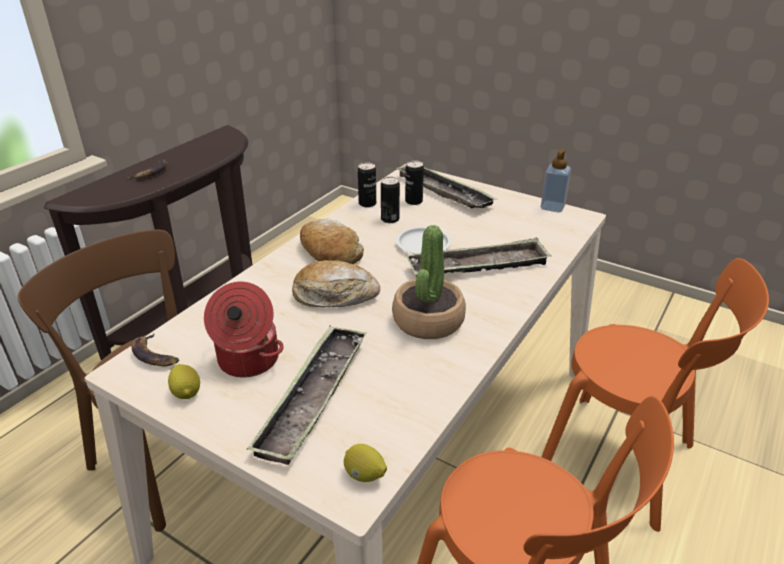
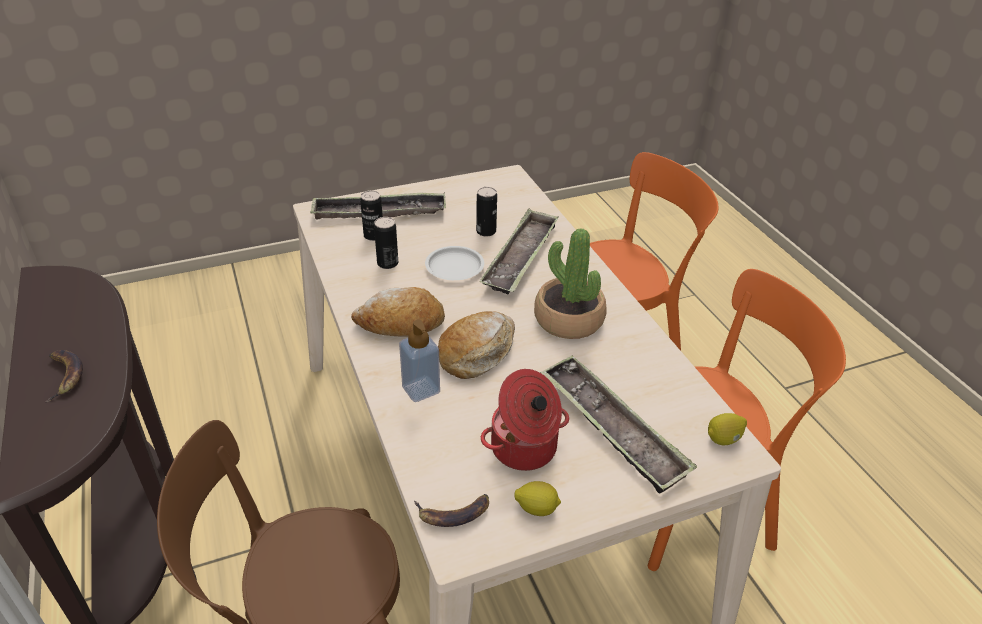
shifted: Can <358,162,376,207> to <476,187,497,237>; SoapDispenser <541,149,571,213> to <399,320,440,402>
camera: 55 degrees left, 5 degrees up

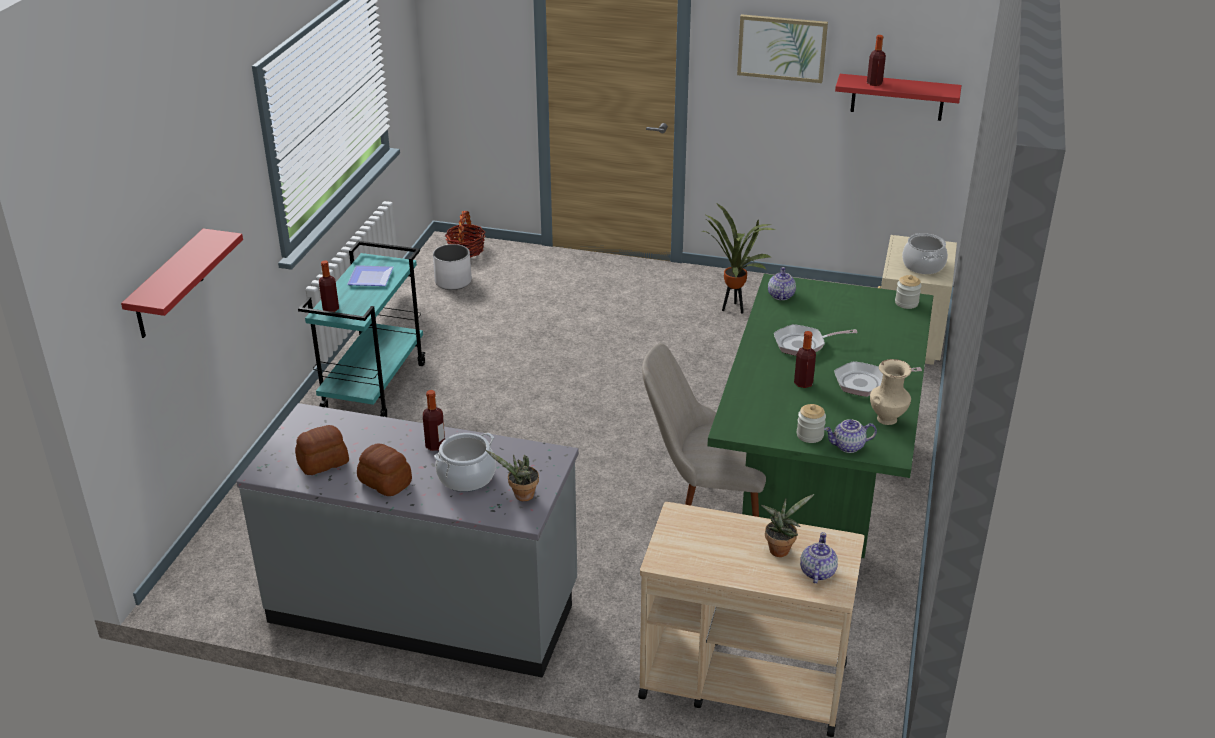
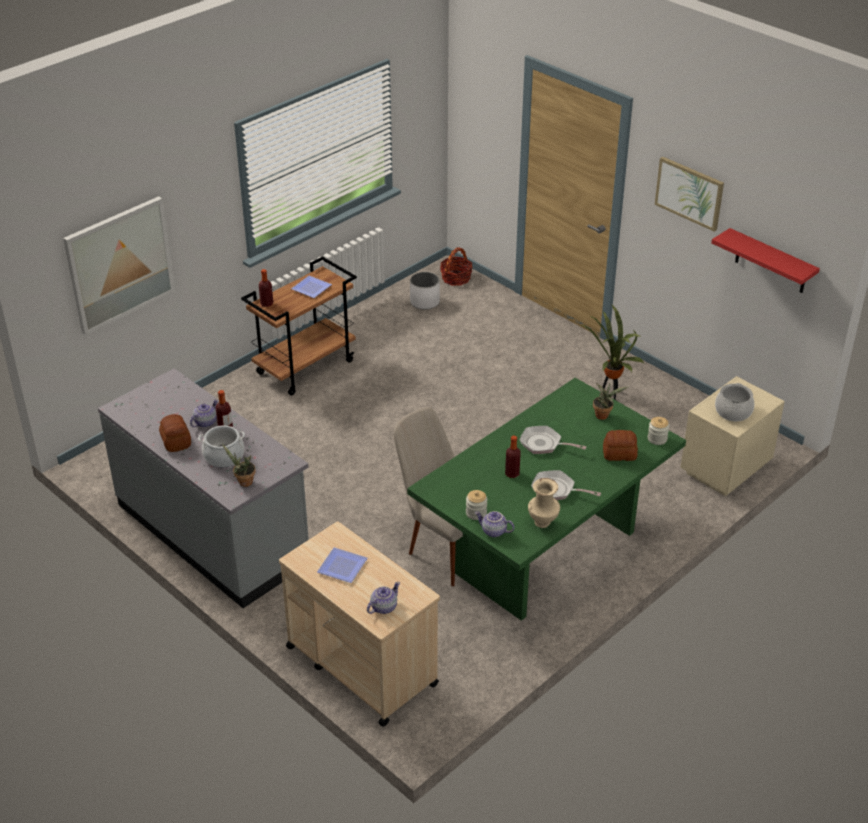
gone: Bottle <867,35,886,86>
new: Plate <317,547,368,583>
shifted: Bread <295,425,349,475> to <603,430,638,461>; PottedPlant <761,494,814,557> to <593,383,628,420>; Teapot <768,267,796,300> to <190,399,218,427>
swapped: RedShelf <121,228,243,338> to Picture <63,196,175,335>
repainted: TurquoiseCart <298,241,426,417> to BrownCart <241,257,357,396>
camera: 30 degrees right, 5 degrees up

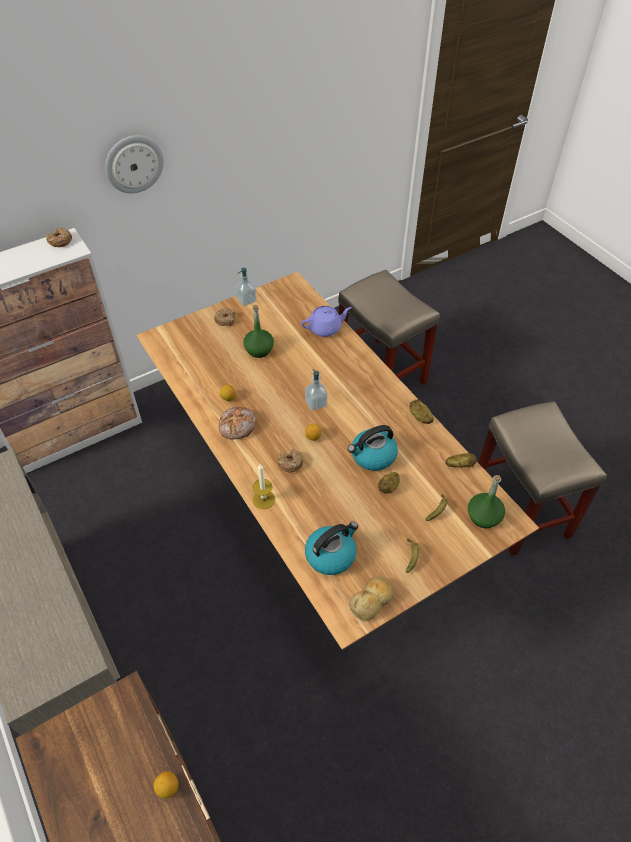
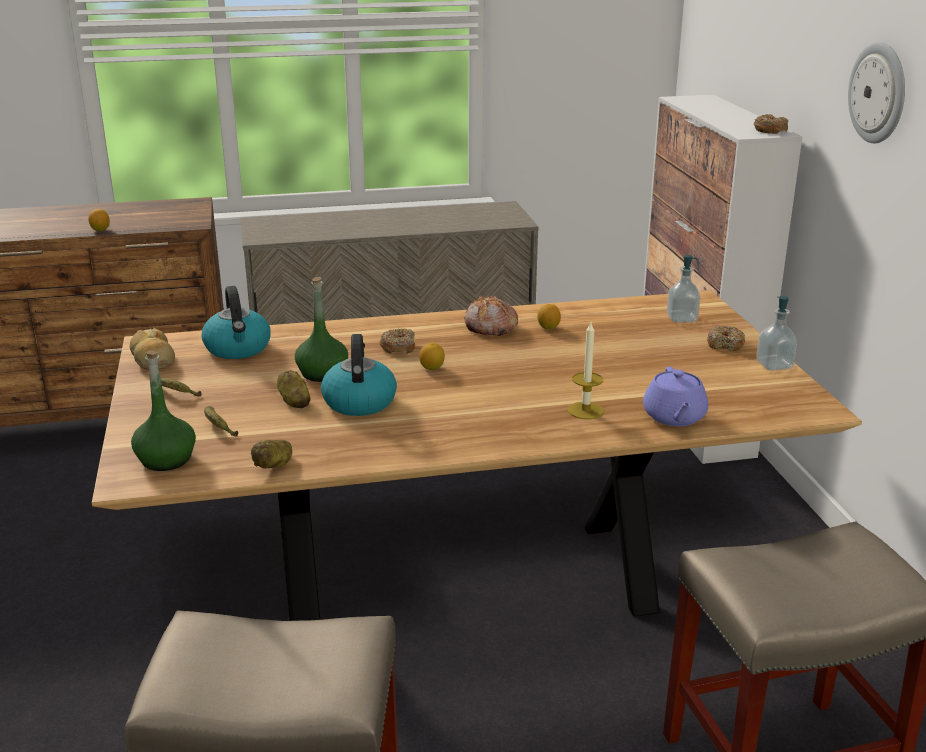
gone: Potato <410,399,434,424>
shifted: GreenBottle <243,305,274,358> to <295,277,348,382>; Candle <252,464,275,509> to <568,322,604,419>; SoapDispenser <305,369,327,411> to <667,255,700,323>
camera: 110 degrees right, 25 degrees down

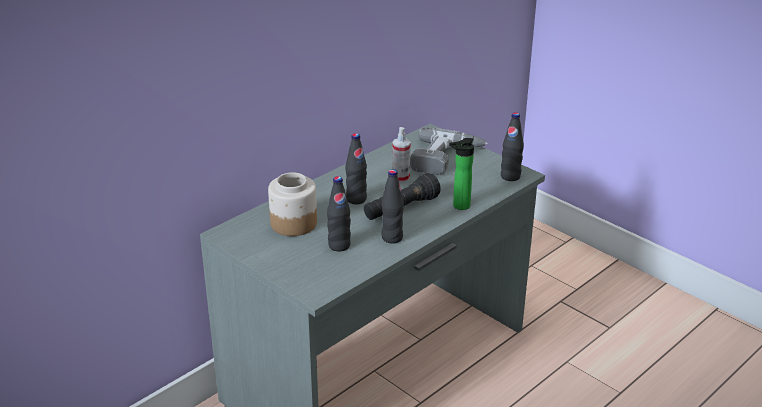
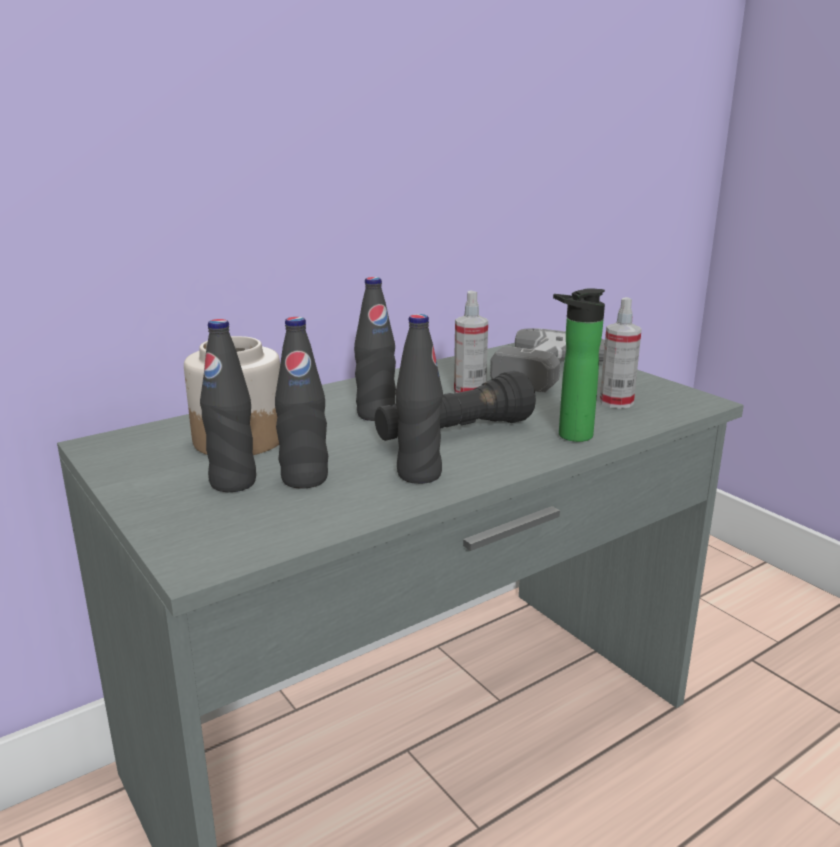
new: SprayBottle <600,297,642,409>
shifted: BlackBottle <501,112,524,181> to <200,319,256,492>
camera: 10 degrees right, 10 degrees down

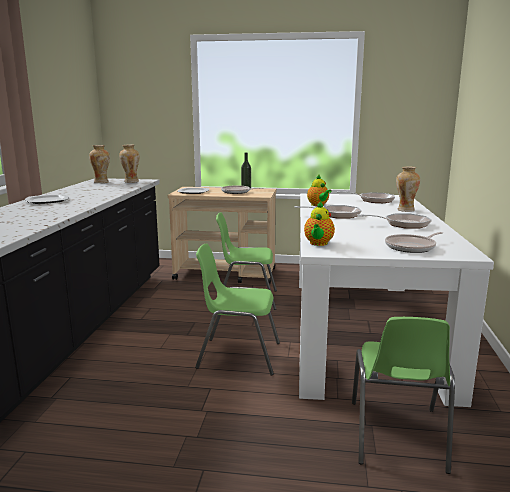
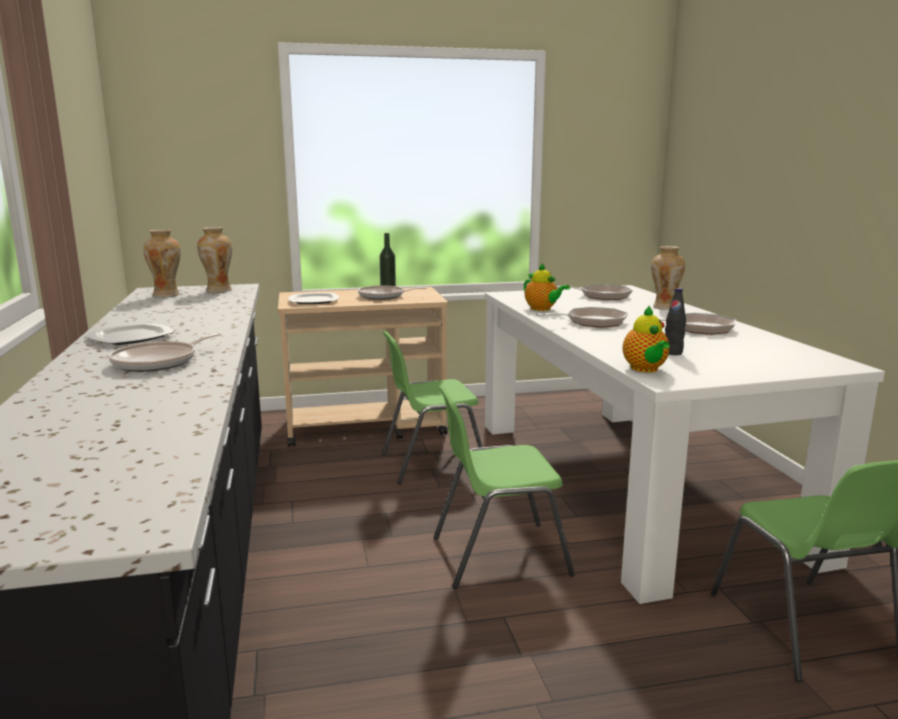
new: BlackBottle <665,288,686,355>
shifted: FryingPan <385,232,443,253> to <109,333,222,372>
camera: 20 degrees left, 0 degrees up

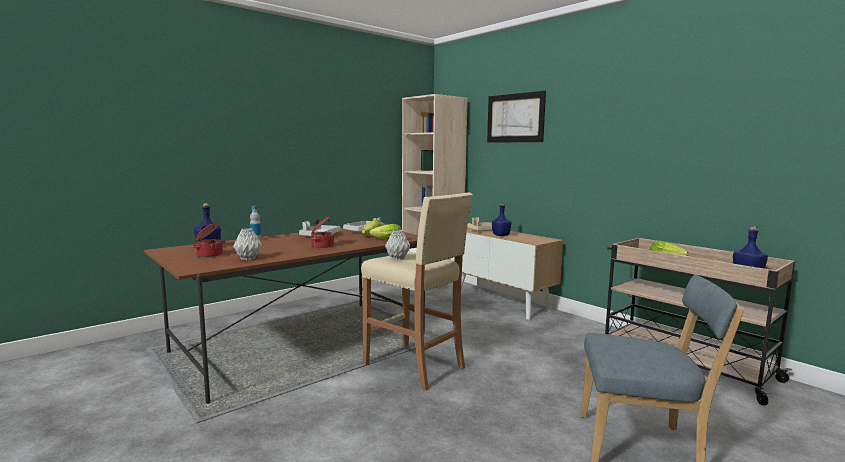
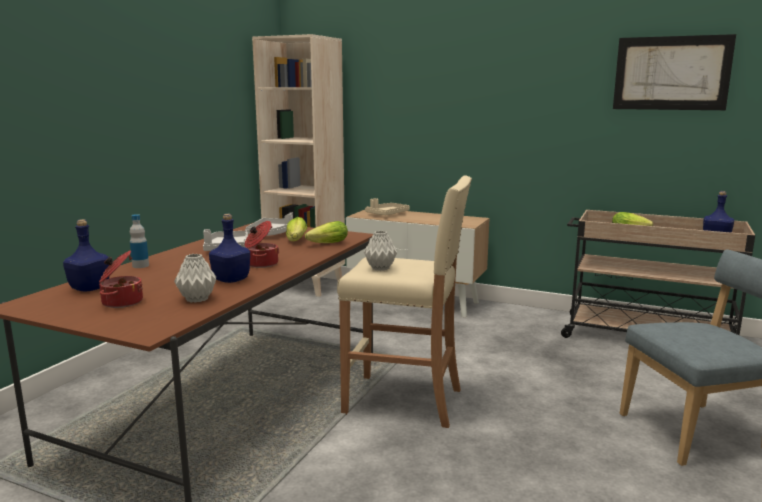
shifted: Picture <487,91,546,143> to <613,34,736,110>; BlueBottle <492,203,512,236> to <209,214,250,283>
camera: 25 degrees left, 5 degrees up

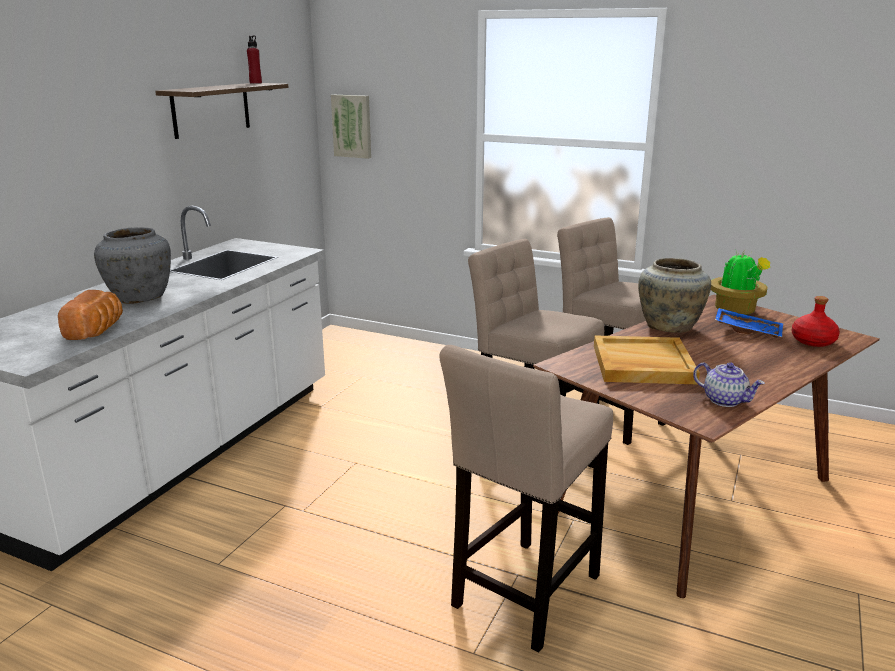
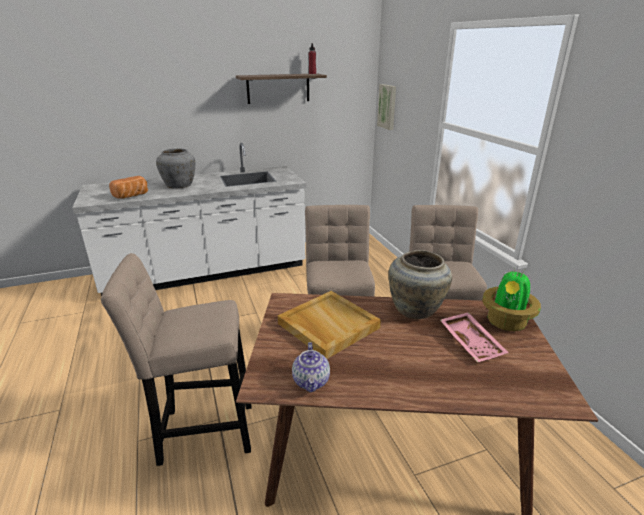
gone: RedBottle <792,296,840,347>
repainted: BlueTray <715,308,783,338> to PinkTray <440,312,509,363>
camera: 45 degrees right, 5 degrees up

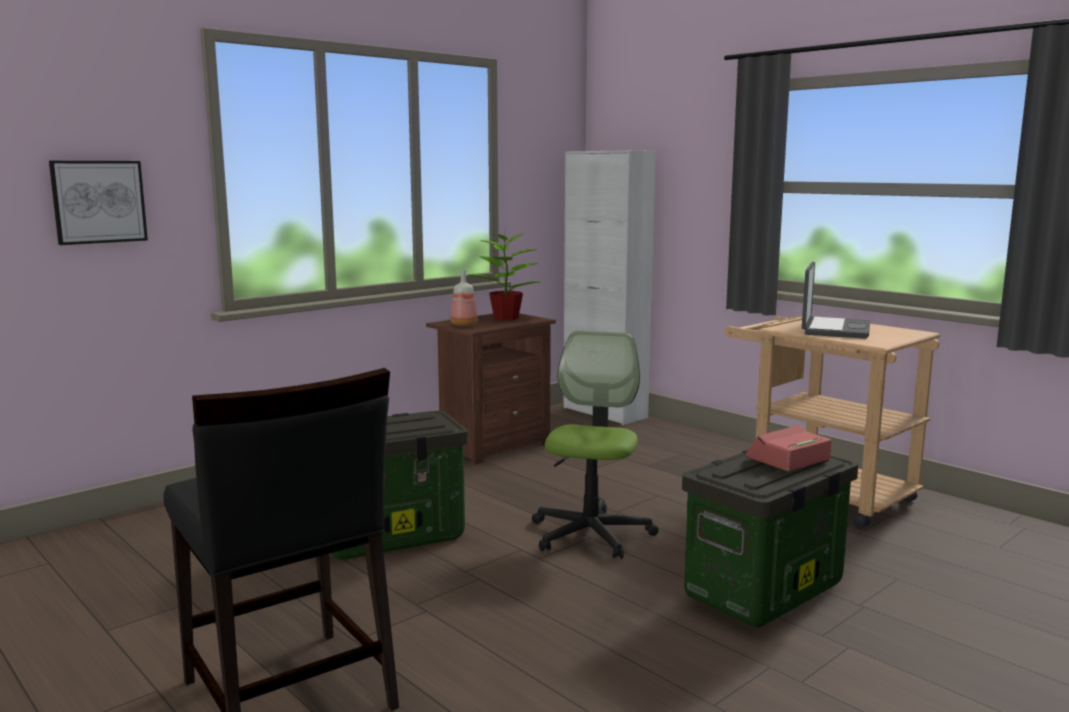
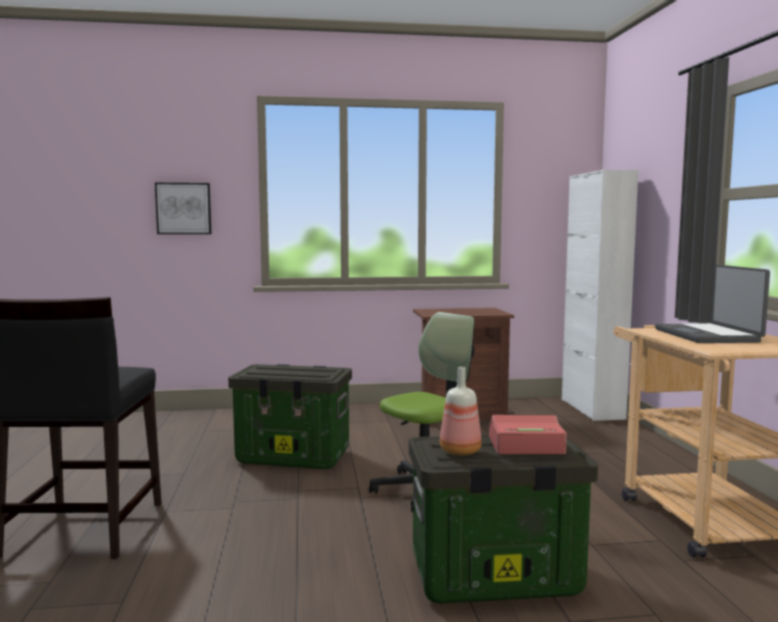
gone: PottedPlant <468,234,540,320>
shifted: Bottle <451,269,478,326> to <440,367,482,455>
rotated: Laptop <802,262,870,339> = <655,265,770,343> 120 degrees clockwise
camera: 35 degrees right, 5 degrees down

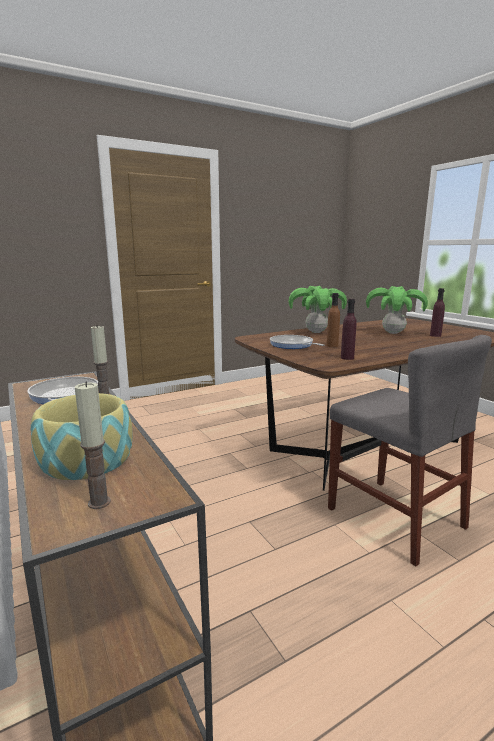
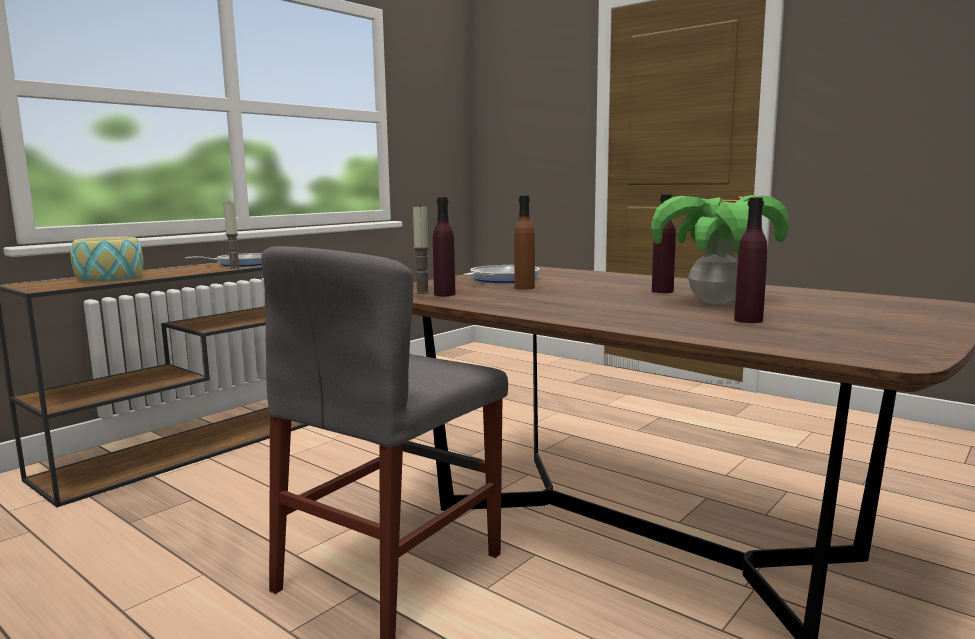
gone: PottedPlant <289,286,347,333>
new: PurpleBottle <652,194,676,293>
shifted: Candle <75,381,111,509> to <413,204,430,294>
camera: 70 degrees right, 5 degrees down

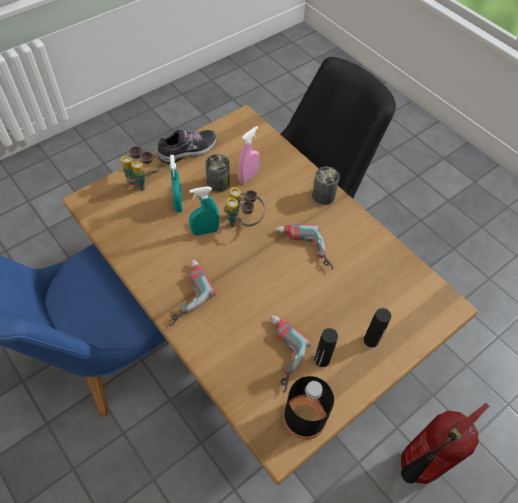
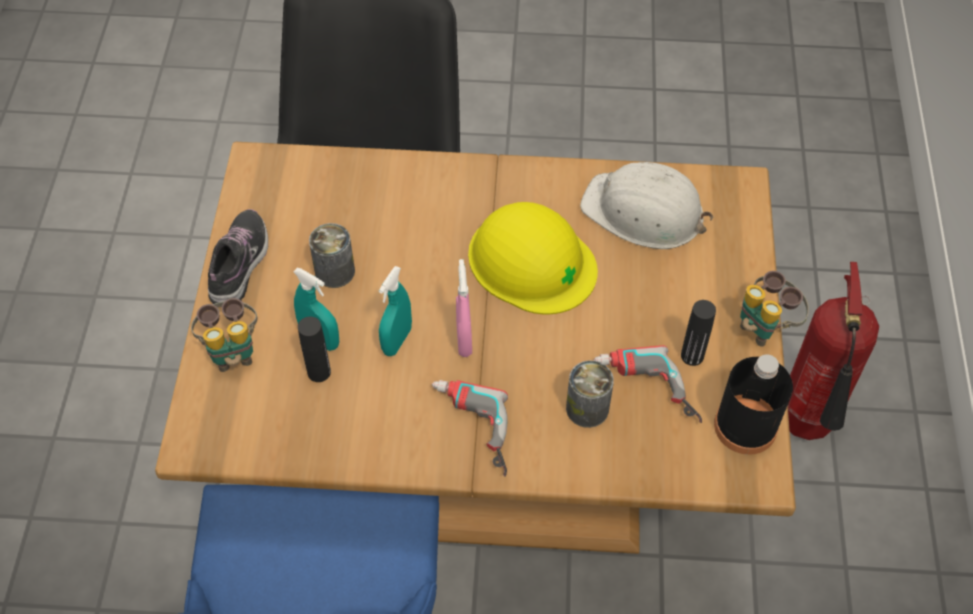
new: WhiteHardHat <580,162,713,249>
shifted: Binoculars <224,187,265,228> to <740,271,809,347>; PinkSprayBottle <238,126,260,183> to <456,259,472,357>; Can <312,167,340,205> to <566,360,614,428>; BlackBottle <364,308,391,347> to <298,317,331,382>
swapped: PowerDrill <275,224,333,270> to YellowHardHat <468,202,598,315>
camera: 45 degrees left, 0 degrees up

